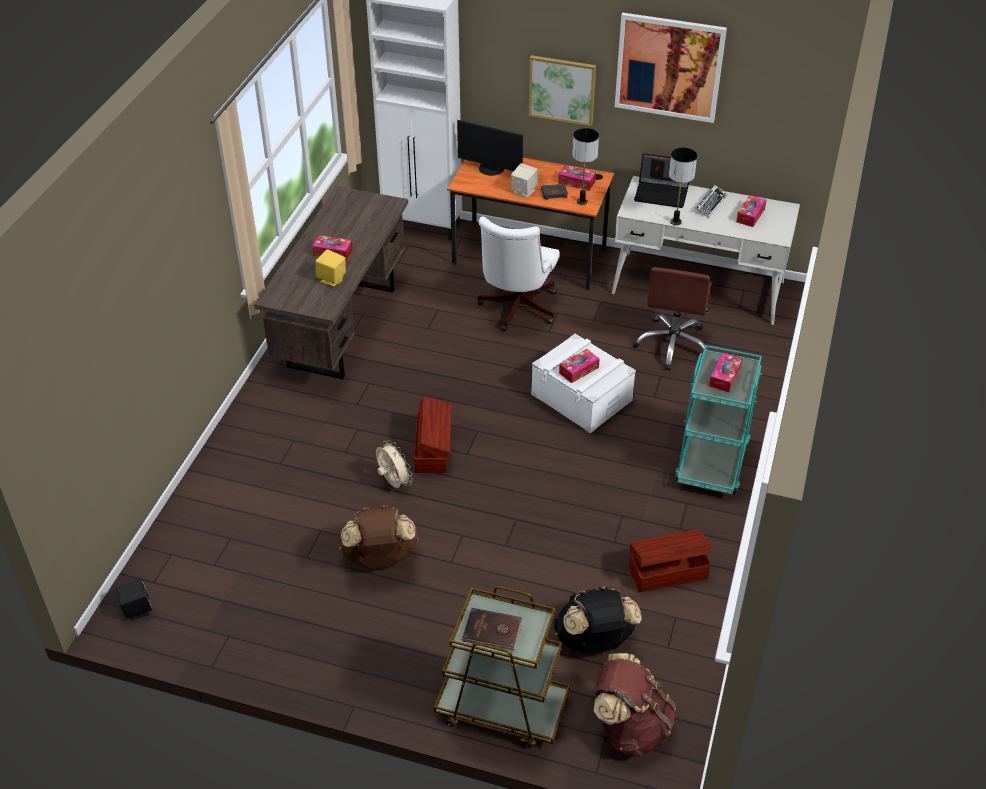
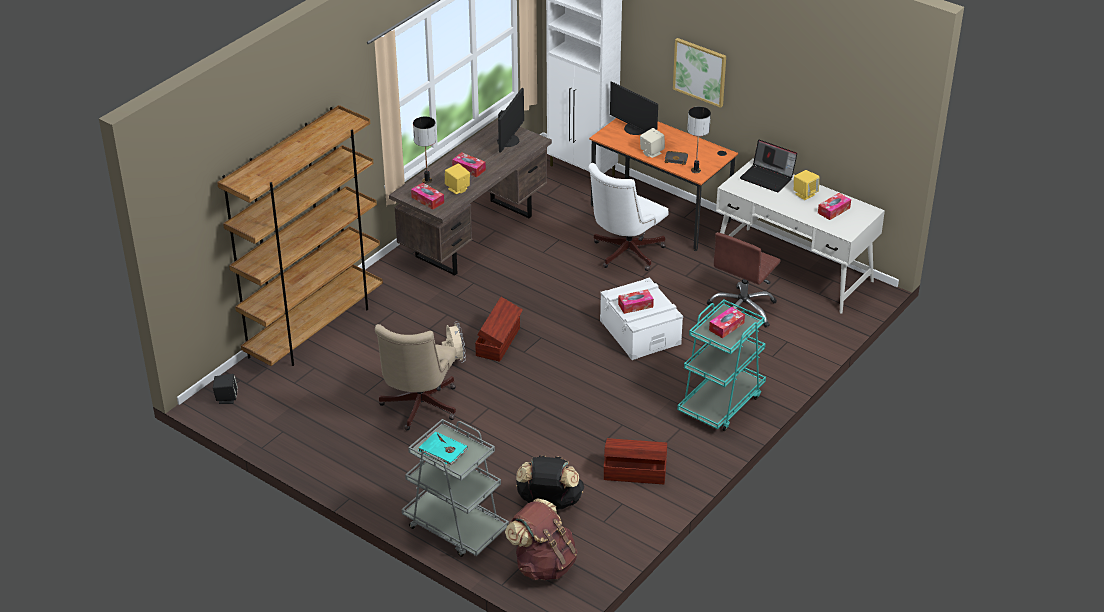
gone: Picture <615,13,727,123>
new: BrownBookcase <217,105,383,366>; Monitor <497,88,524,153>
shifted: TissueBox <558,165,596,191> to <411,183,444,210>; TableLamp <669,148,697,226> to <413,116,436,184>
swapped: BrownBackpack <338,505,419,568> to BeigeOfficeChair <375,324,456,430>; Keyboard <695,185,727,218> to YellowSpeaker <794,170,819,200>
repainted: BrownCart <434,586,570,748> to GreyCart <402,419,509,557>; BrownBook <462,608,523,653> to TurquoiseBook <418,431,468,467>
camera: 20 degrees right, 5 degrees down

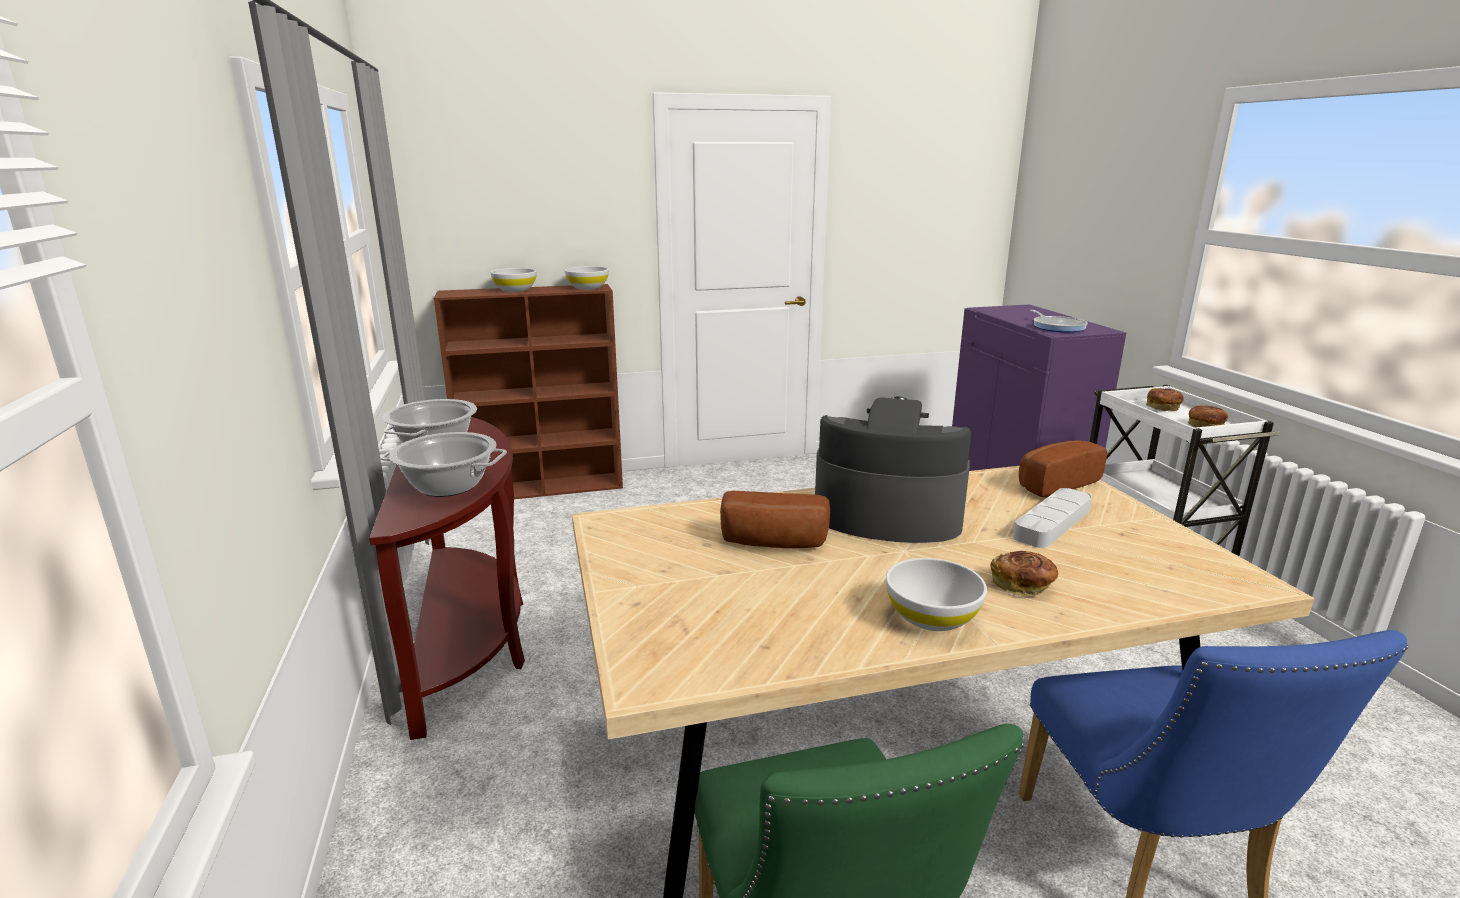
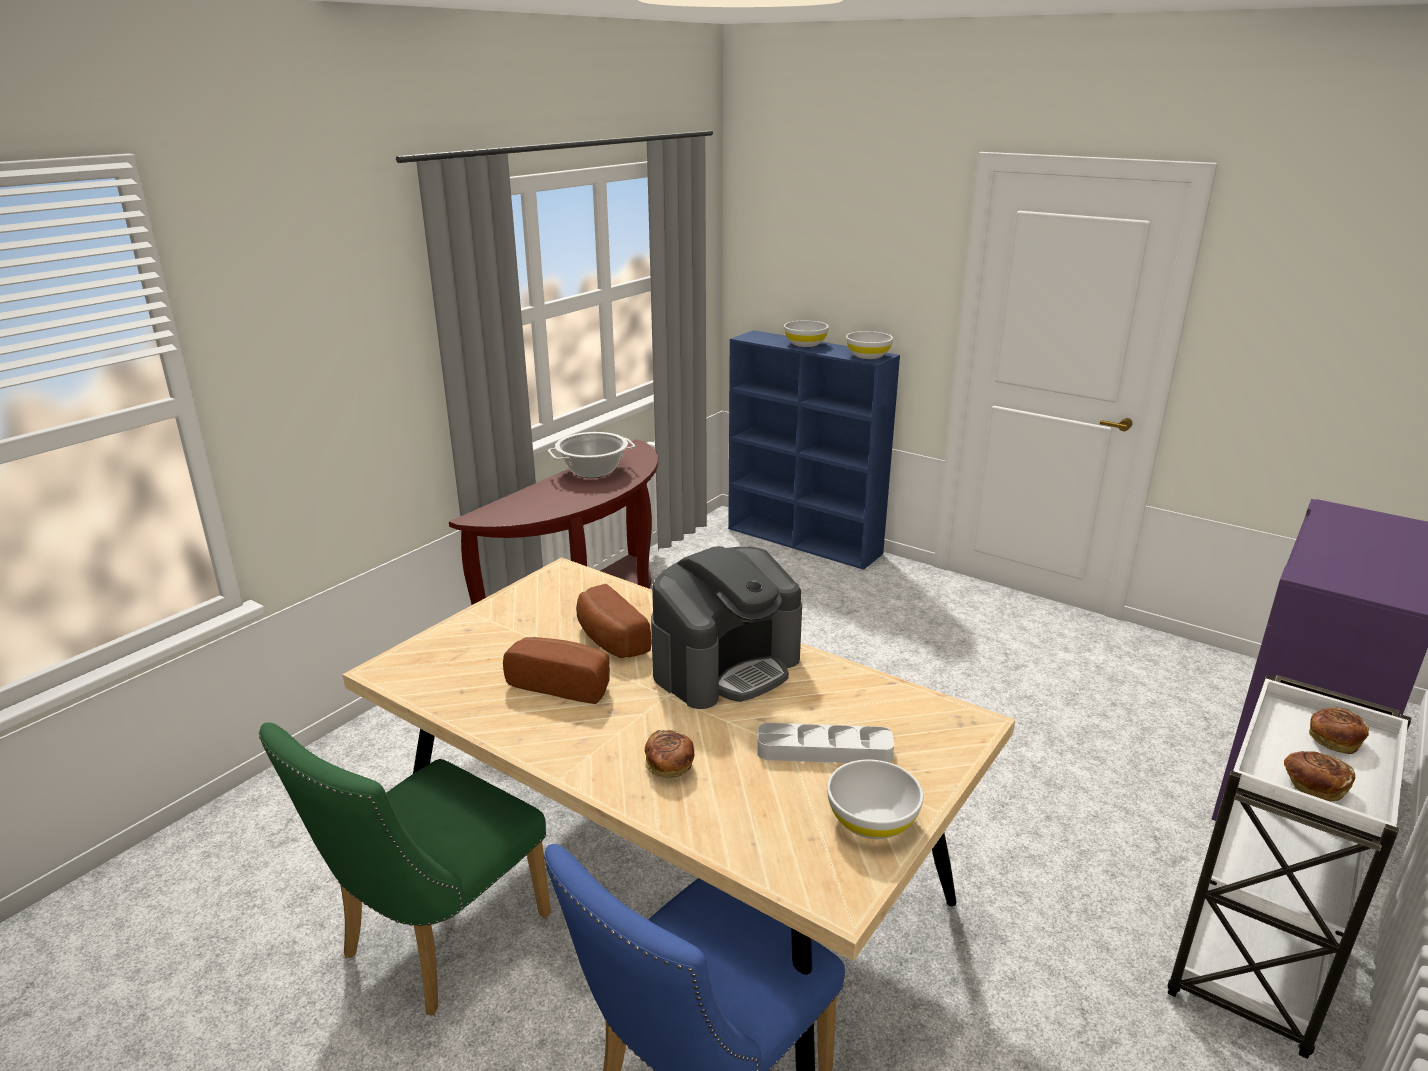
gone: CookingPot <381,432,507,497>; FryingPan <1030,310,1088,332>
shifted: WhiteBowl <886,558,987,631> to <827,760,923,839>; Bread <1019,440,1107,498> to <503,637,610,704>
repainted: BrownBookcase <434,284,623,499> to BlueBookcase <728,330,900,570>
rotated: CoffeeMachine <815,397,971,543> = <651,546,802,709> 75 degrees clockwise
camera: 50 degrees right, 5 degrees up

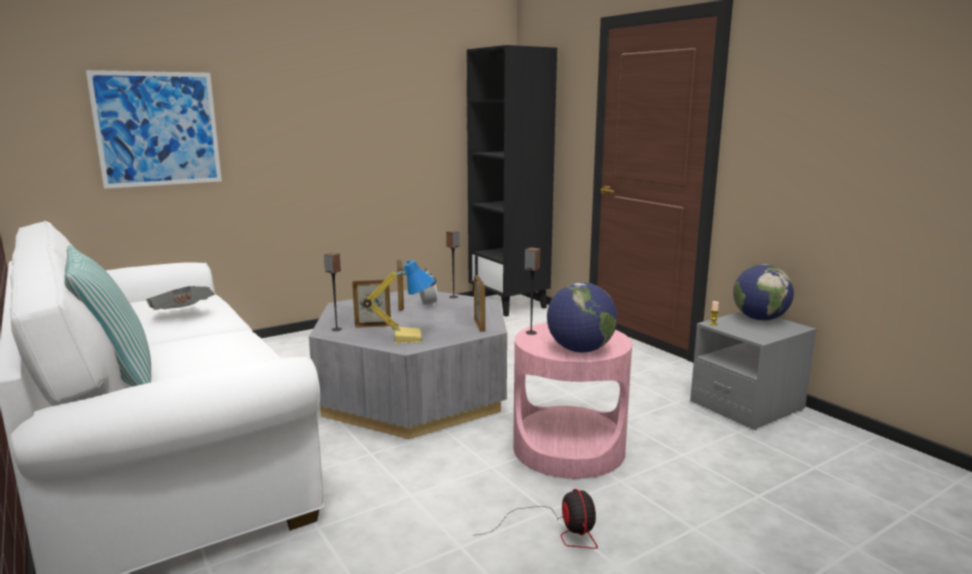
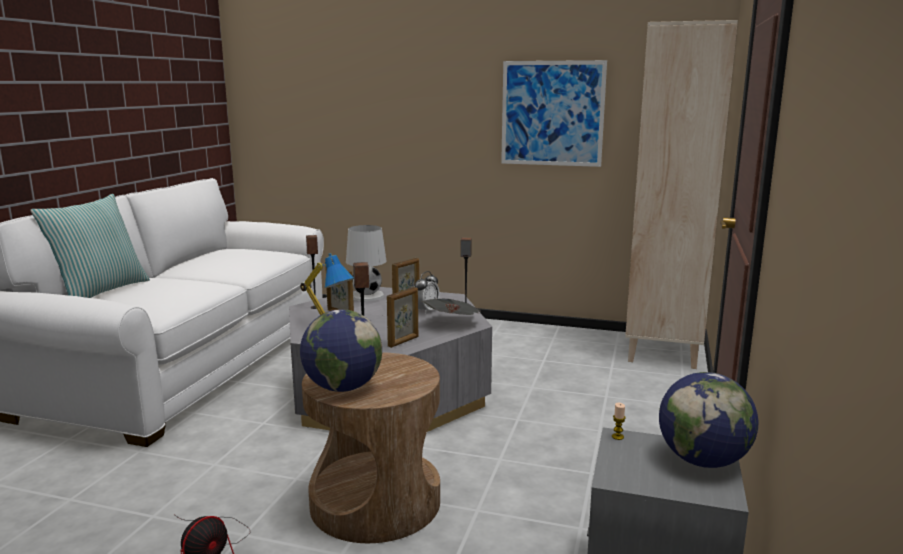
new: WhiteTableLamp <346,225,386,301>
shifted: Picture <86,70,222,189> to <501,60,607,167>; Newspaper <146,286,214,310> to <421,299,480,315>
repainted: BlackBookcase <467,45,557,316> to BeigeBookcase <625,20,738,369>; PinkSideTable <513,323,632,479> to BrownSideTable <302,352,440,543>
camera: 50 degrees right, 0 degrees up

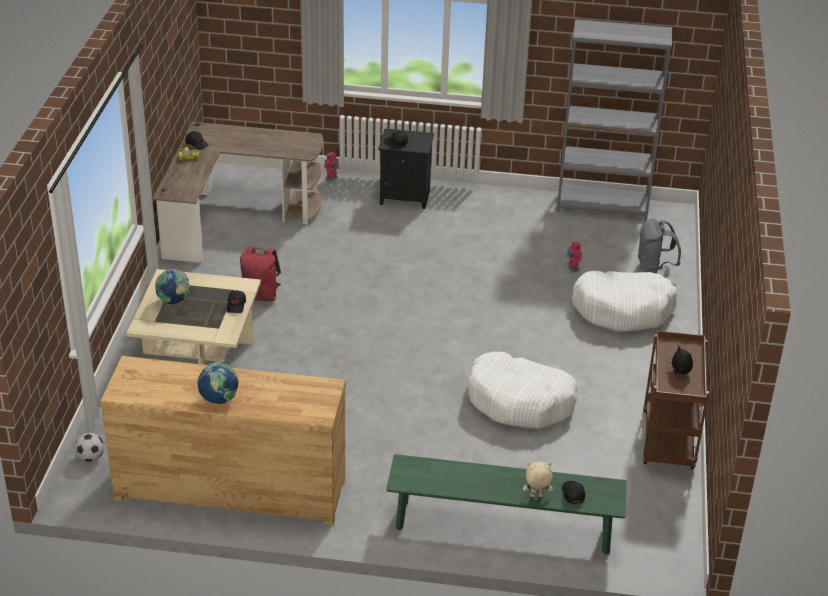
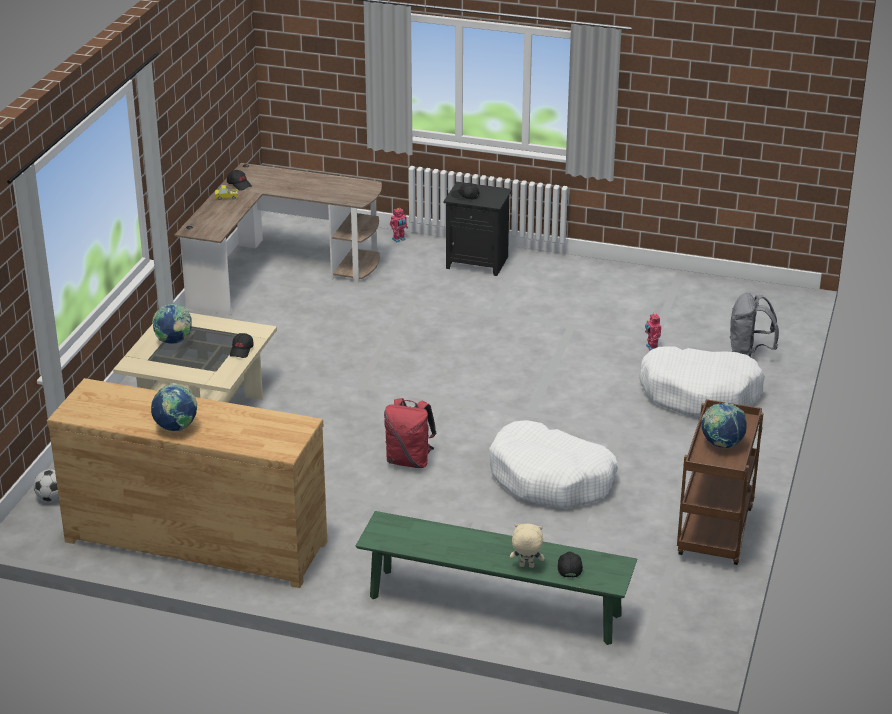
gone: GreyBookcase <557,19,672,221>
shifted: RedBackpack <240,246,281,301> to <384,398,437,468>
swapped: PlushToy <668,346,693,375> to Globe <701,403,747,449>
camera: 10 degrees right, 5 degrees down

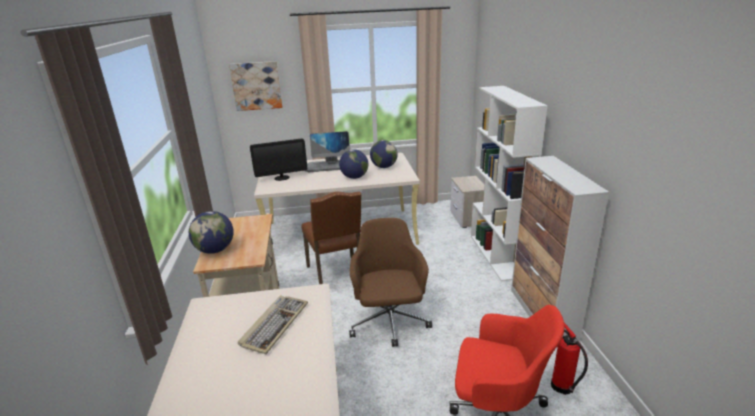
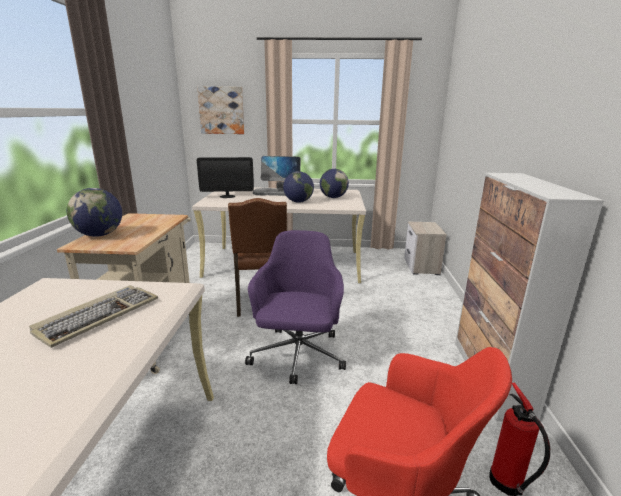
gone: WhiteBookcase <471,86,548,281>
repainted: BrownOfficeChair <349,218,432,347> to PurpleOfficeChair <245,230,346,384>
camera: 10 degrees right, 5 degrees down

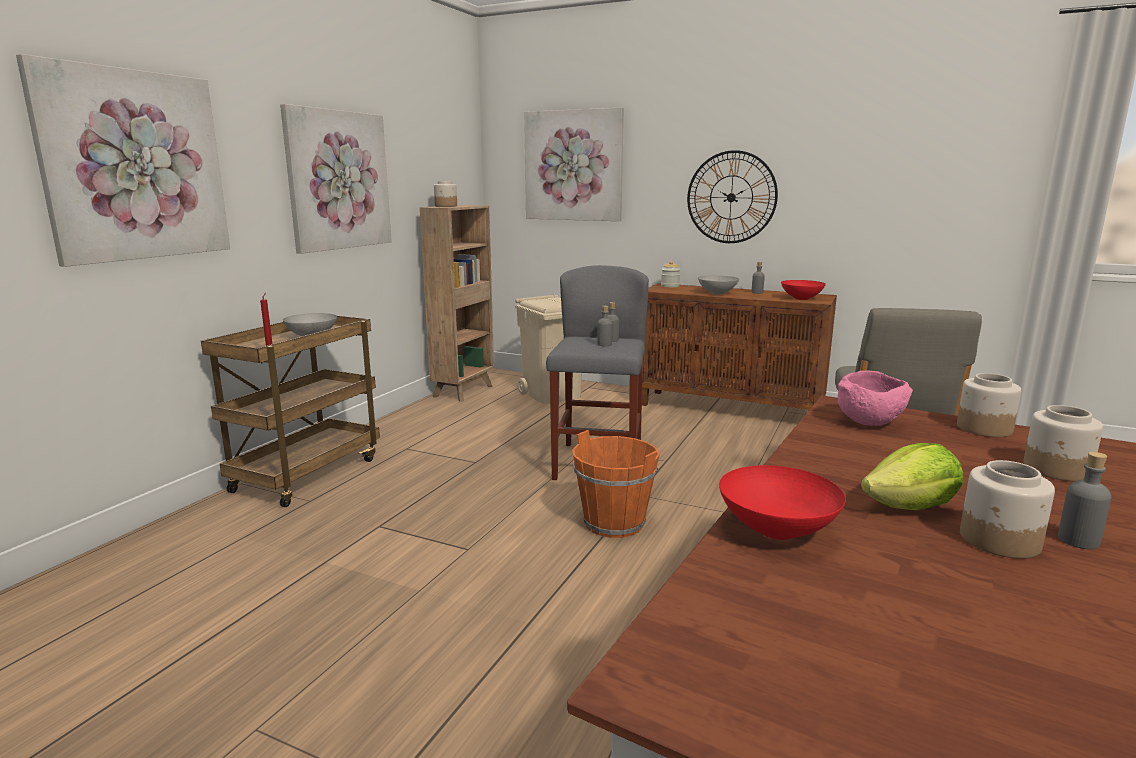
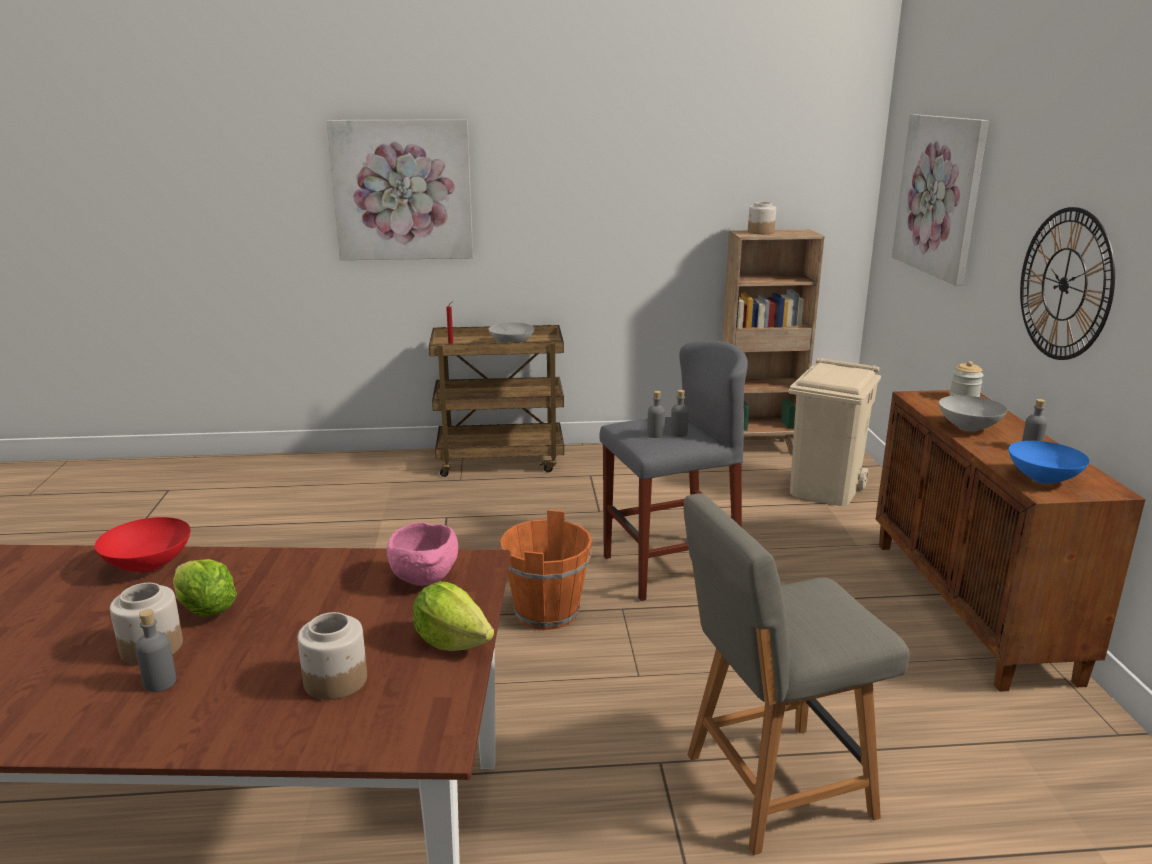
gone: Picture <280,104,392,254>
swapped: Jar <957,373,1021,437> to Lettuce <413,581,494,651>
repainted: RedBowl <781,280,826,300> to BlueBowl <1008,441,1090,484>
camera: 60 degrees right, 5 degrees up

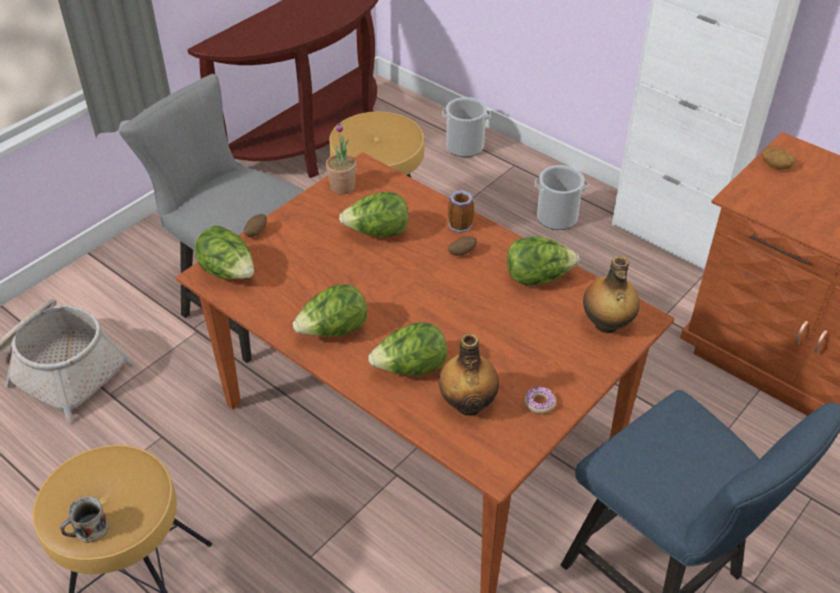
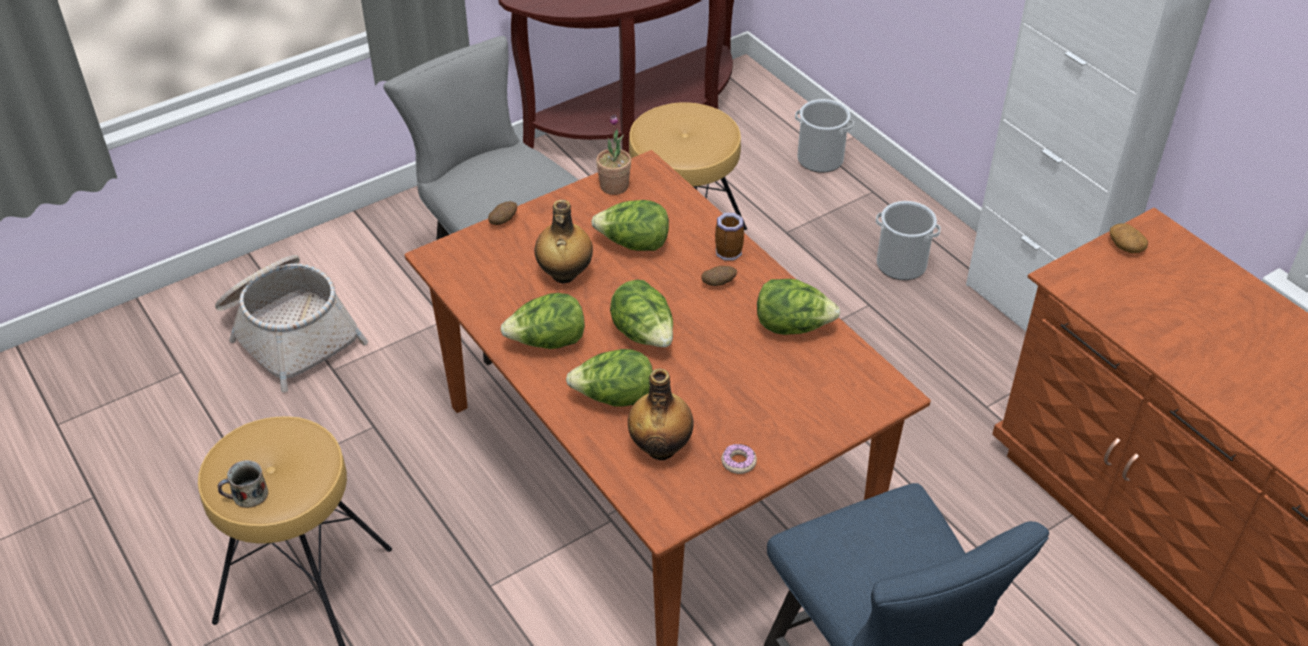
shifted: Lettuce <195,226,254,279> to <610,280,673,347>; Bottle <583,256,640,333> to <535,200,593,283>
camera: 15 degrees right, 0 degrees up

